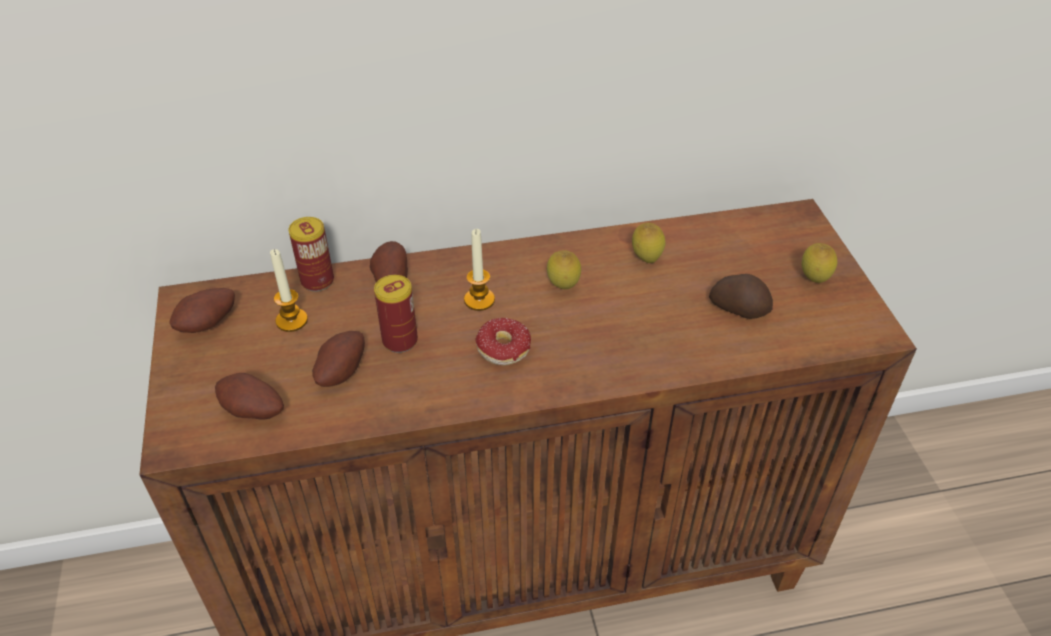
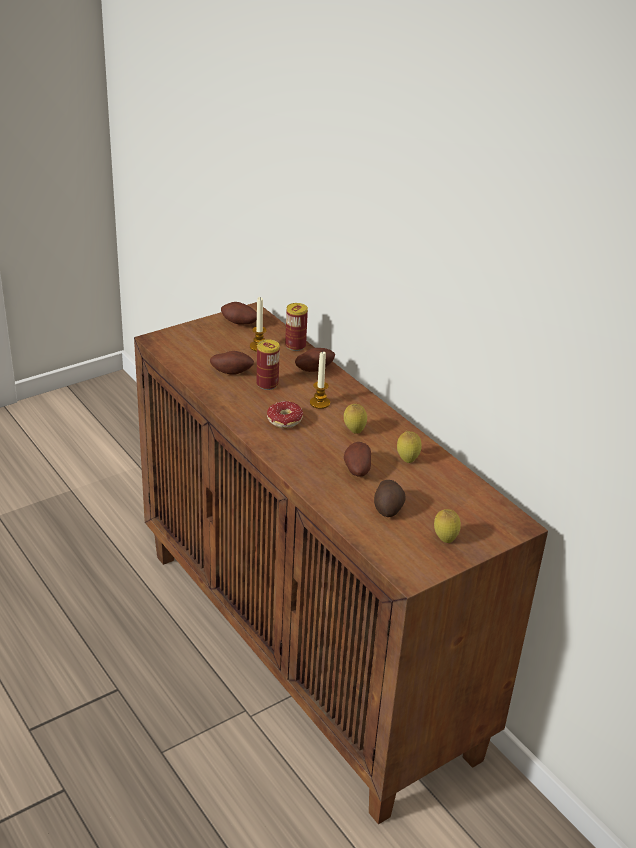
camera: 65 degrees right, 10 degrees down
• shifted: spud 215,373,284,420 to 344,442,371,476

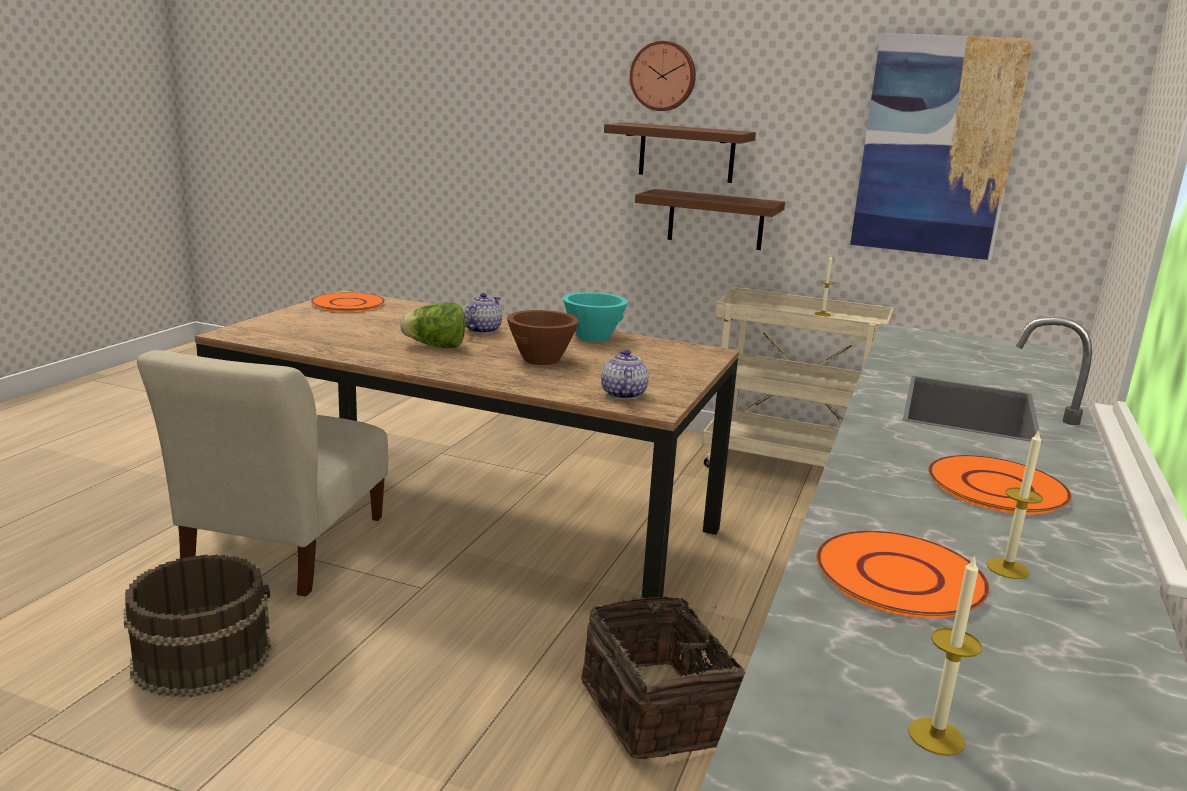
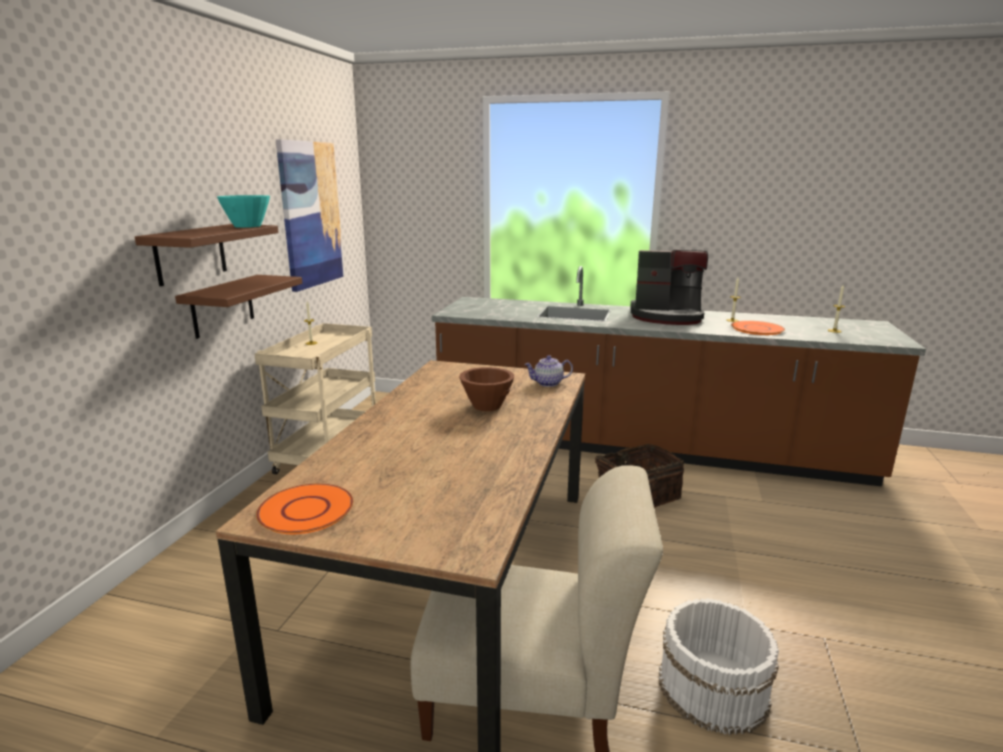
camera: 95 degrees left, 0 degrees up
• gone: hanging clock 630,41,696,111
• shifted: turquoise-coloured deep dish 563,292,628,342 to 217,195,270,228
• gone: tea pot 463,293,502,334
• gone: lettuce 400,302,465,348
• swapped: orange dinner plate 928,455,1072,515 to coffee maker 631,250,708,325
• repainted: brown-coloured pail 124,554,271,698 to white pail 659,598,779,735

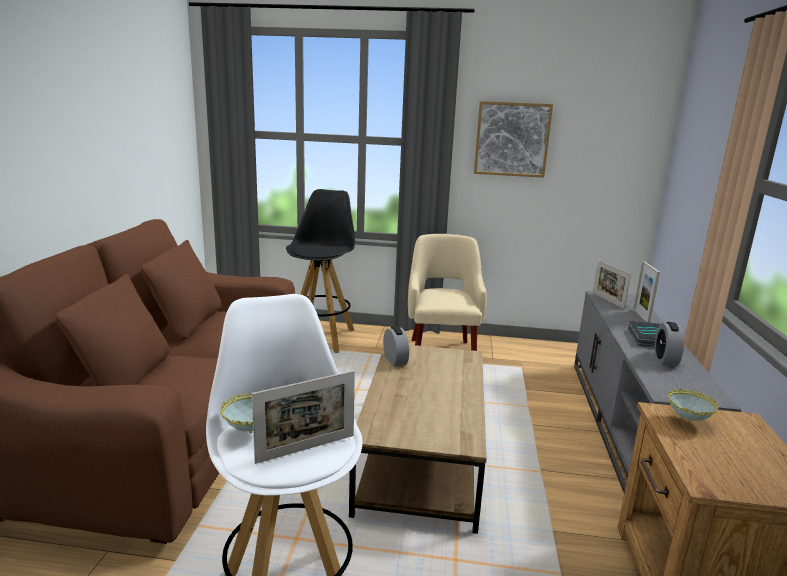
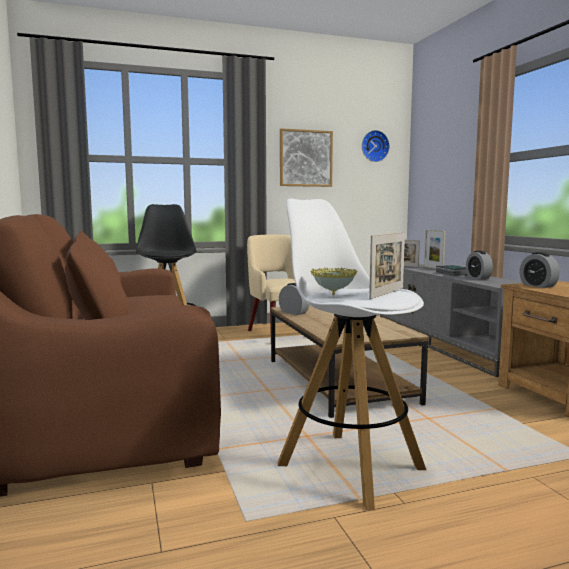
camera: 25 degrees left, 10 degrees down
• swapped: deep dish 667,388,719,422 to bedside clock 519,252,560,288
• new: hanging clock 362,130,390,162

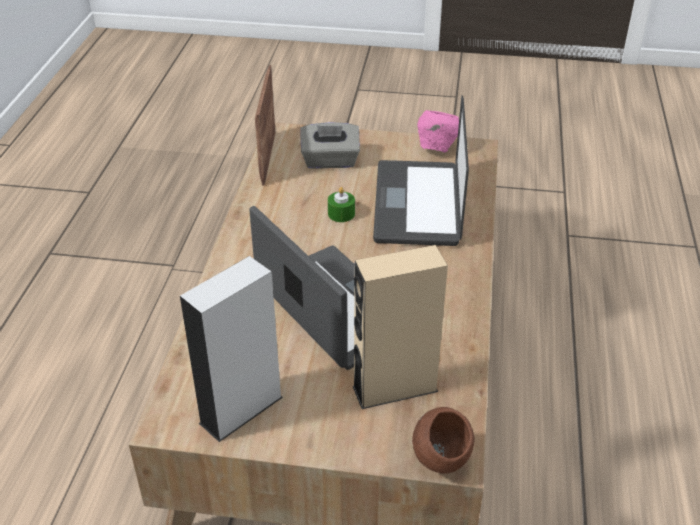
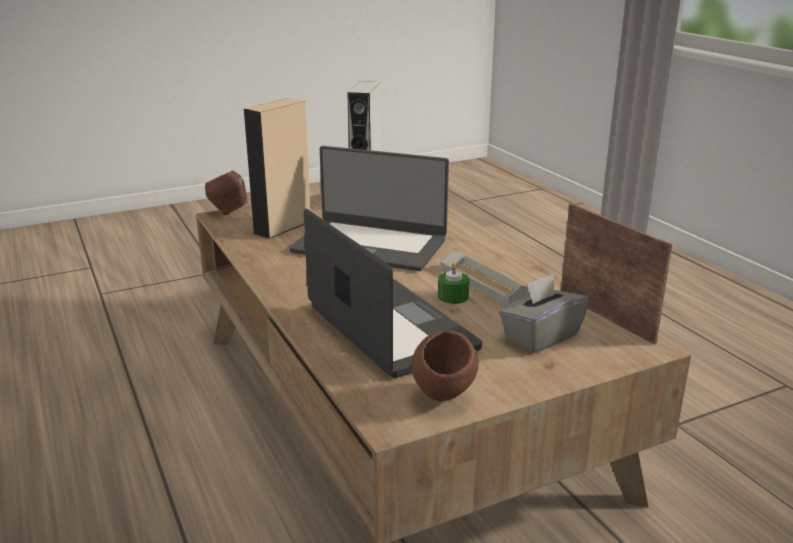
camera: 145 degrees right, 15 degrees down
• repainted: pink deep dish 418,110,459,153 to brown-coloured deep dish 411,331,479,401
• new: gray carrying tray 441,251,530,306

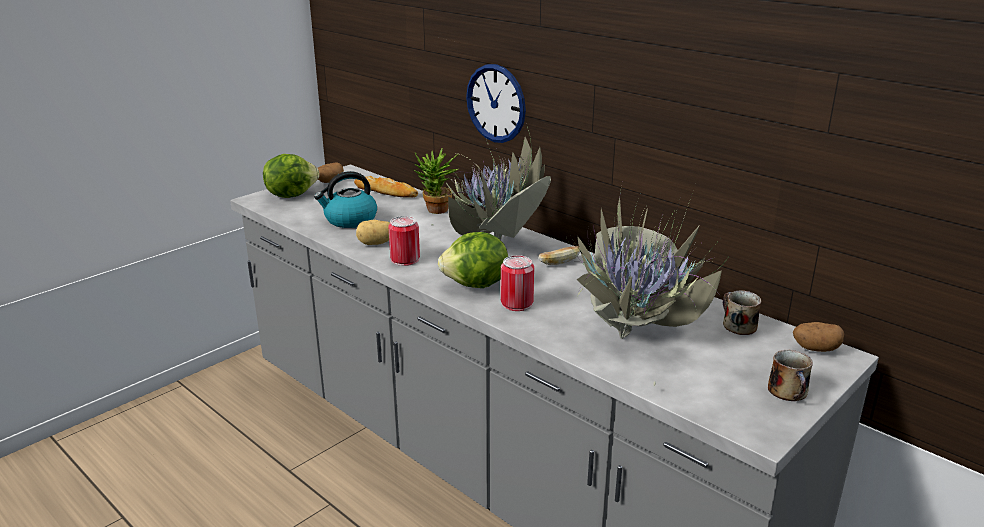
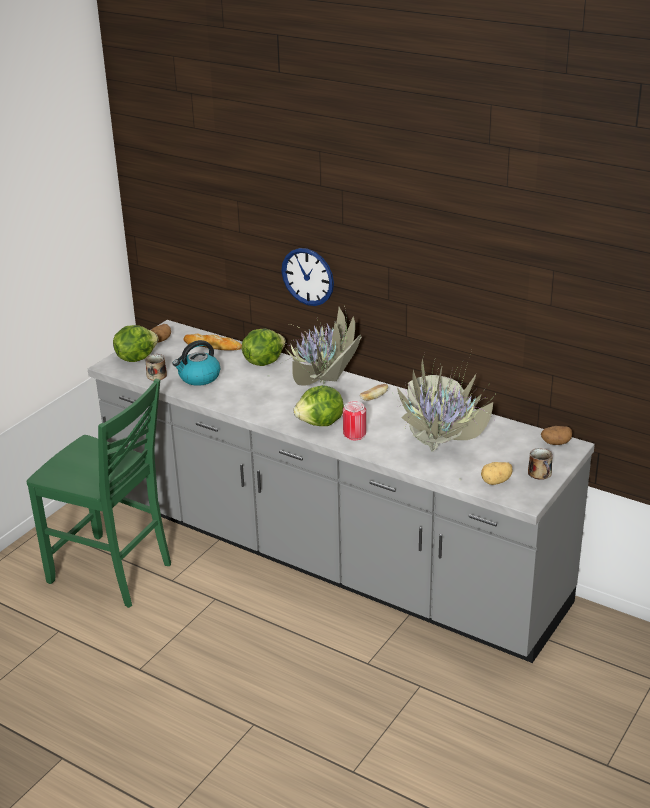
camera: 10 degrees left, 5 degrees up
• swapped: potted plant 414,148,458,214 to lettuce 242,329,286,366
• gone: can 388,216,420,266
• shifted: spud 356,220,390,245 to 481,462,513,485
• shifted: coffee mug 723,290,761,335 to 145,354,167,381
• new: greenish upright chair 26,379,171,608

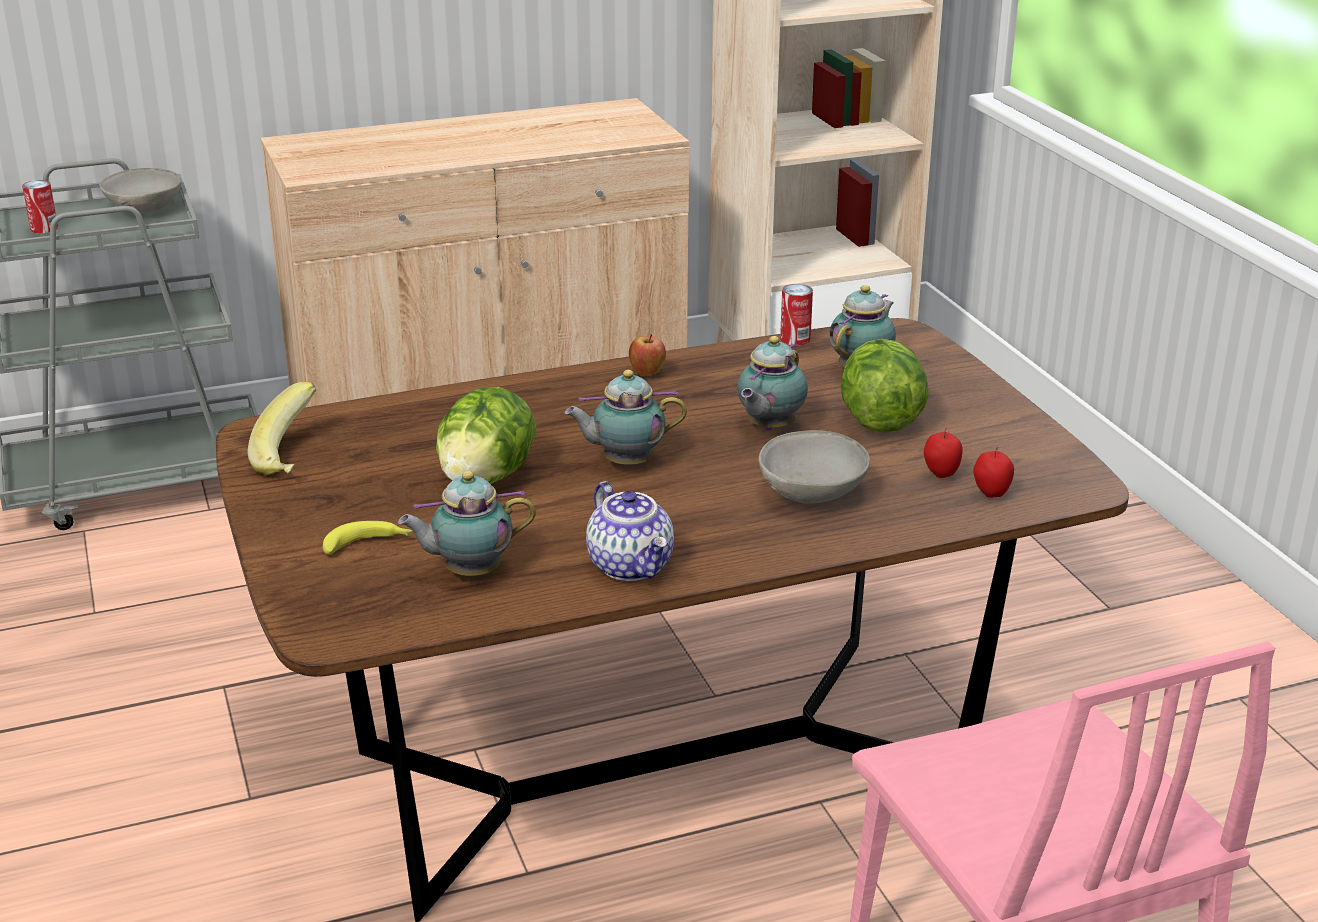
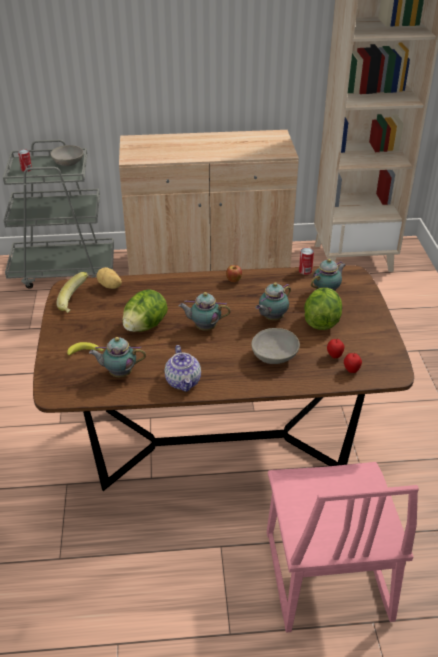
camera: 15 degrees right, 10 degrees up
• new: spud 97,267,122,289

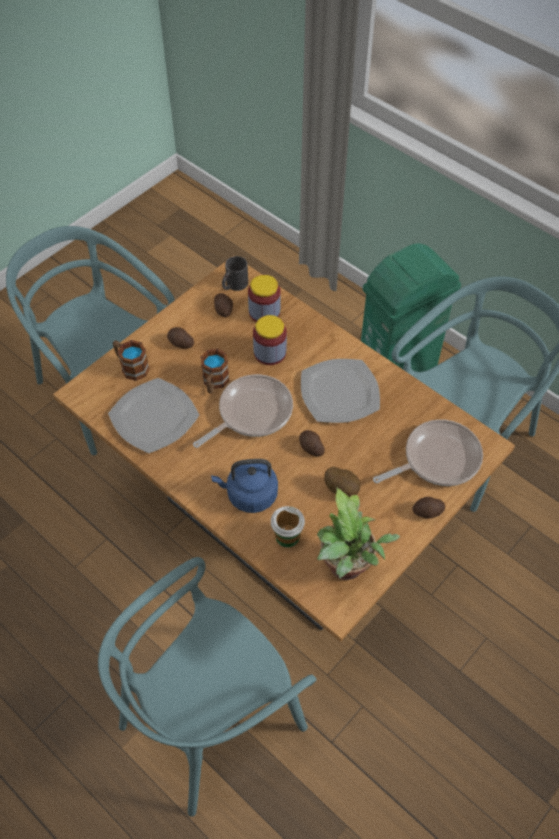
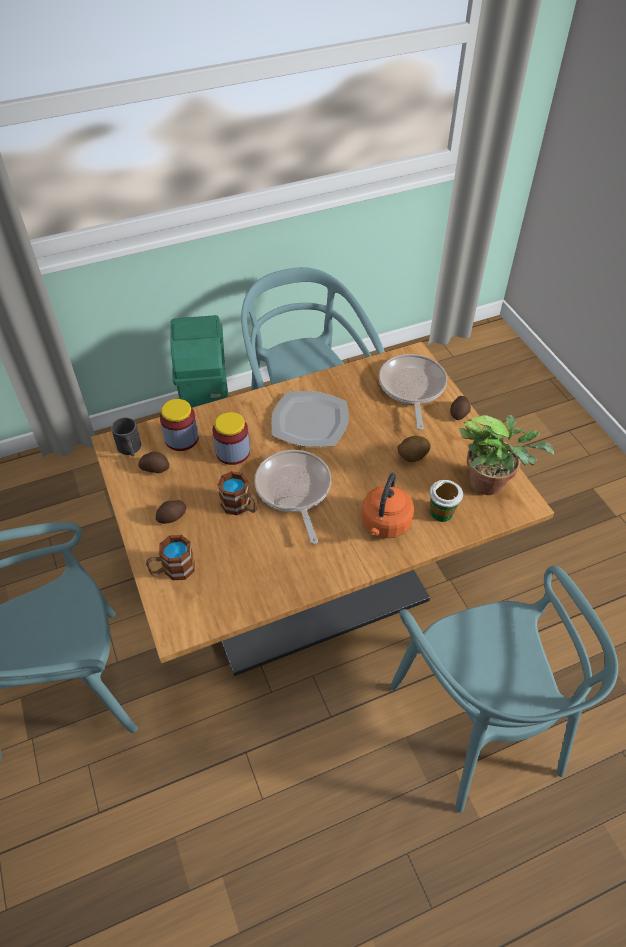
camera: 65 degrees left, 5 degrees down
• gone: dinner plate 108,378,199,453
• gone: spud 299,430,325,457
• repainted: blue-coloured water kettle 211,459,278,513 to orange water kettle 361,473,414,538

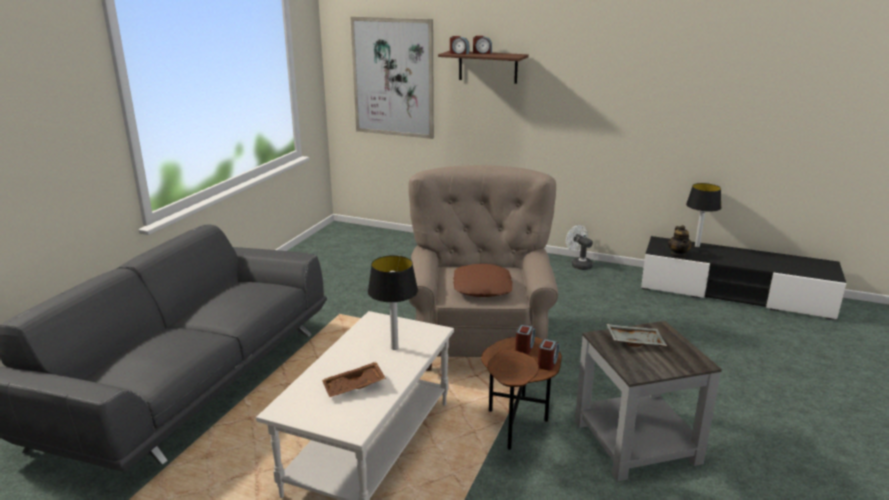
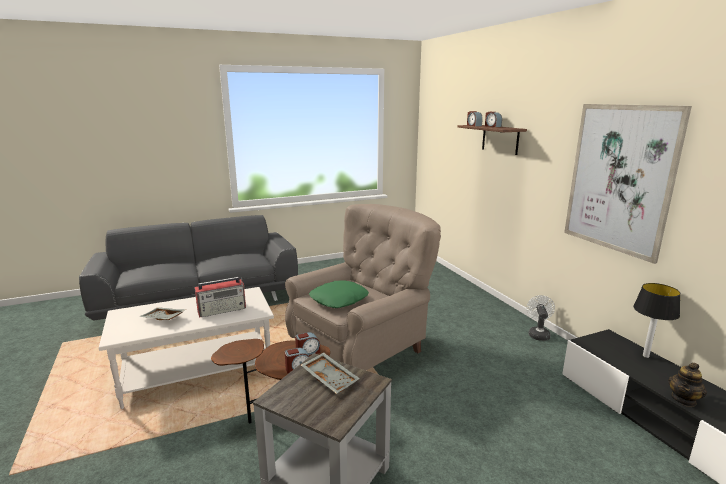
camera: 45 degrees right, 5 degrees down
• shifted: wall art 350,16,434,139 to 564,104,692,264
• shifted: tea pot 668,225,692,258 to 668,363,707,407
• swapped: lamp for a table 368,255,418,350 to radio set 194,277,246,318
• repainted: brown-coloured throw pillow 453,264,512,297 to greenish throw pillow 309,280,369,308
• repainted: brown-coloured carrying tray 322,362,386,397 to gray carrying tray 139,307,187,320

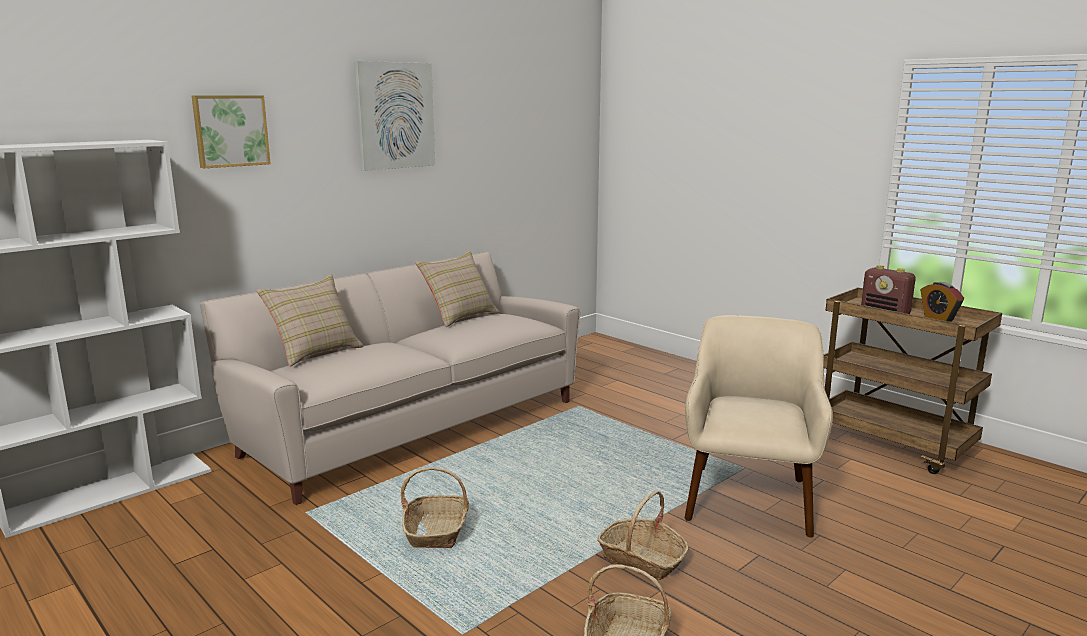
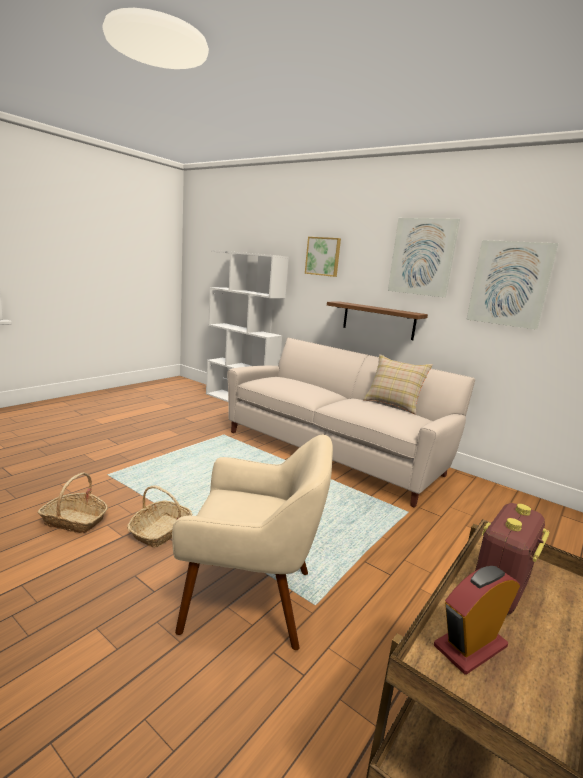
camera: 80 degrees right, 0 degrees up
• gone: beige throw pillow 256,274,364,367
• gone: storage basket 401,468,469,548
• new: wall art 467,240,558,330
• new: shelf 327,301,428,340

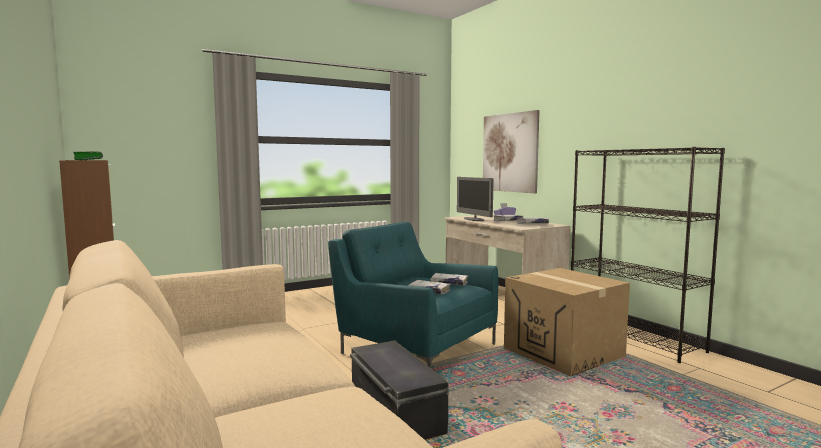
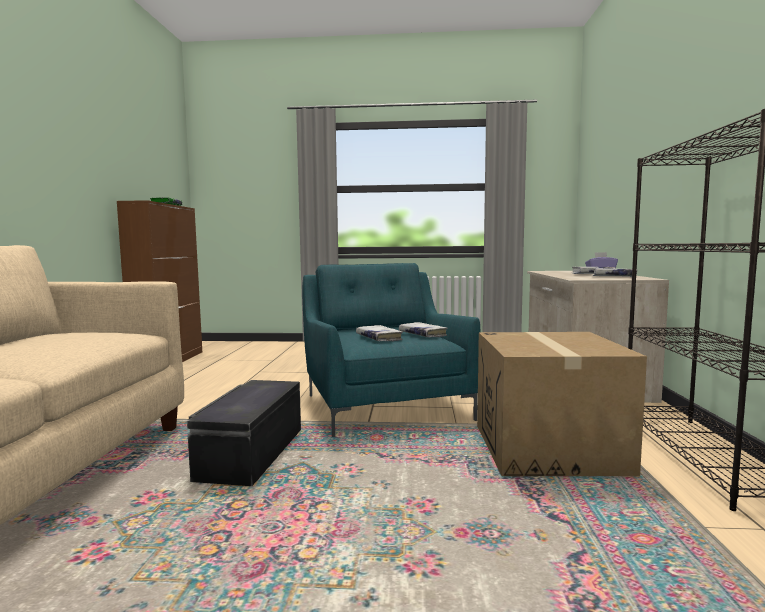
camera: 35 degrees right, 0 degrees up
• gone: wall art 483,110,540,193
• gone: monitor 457,177,494,221

